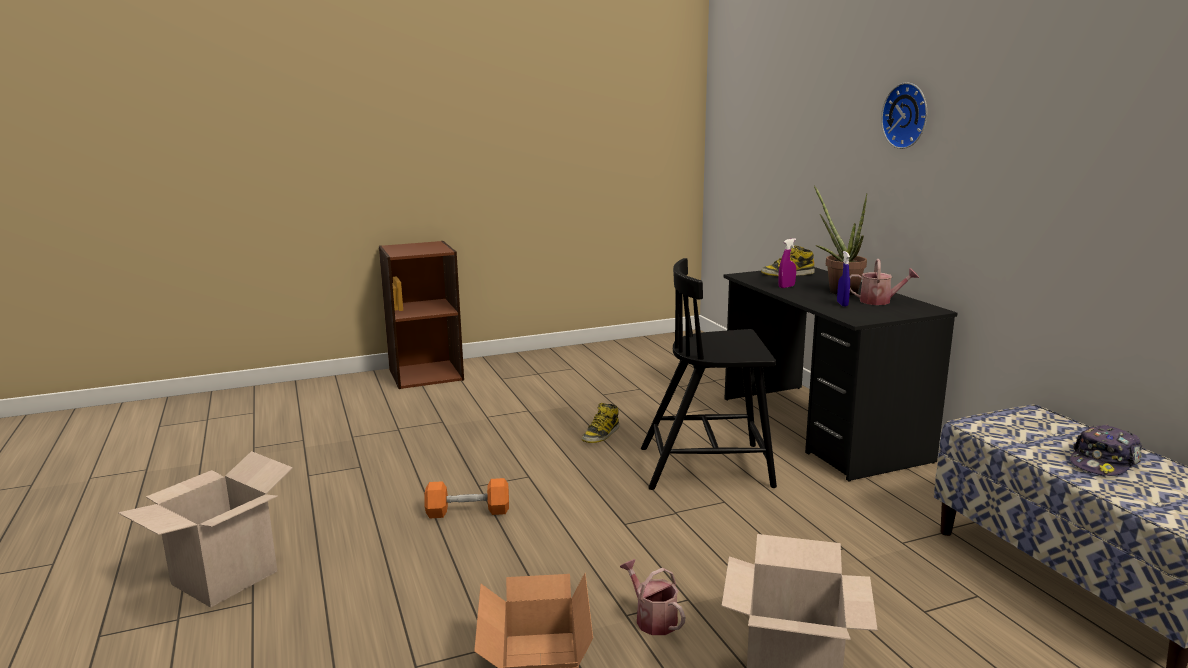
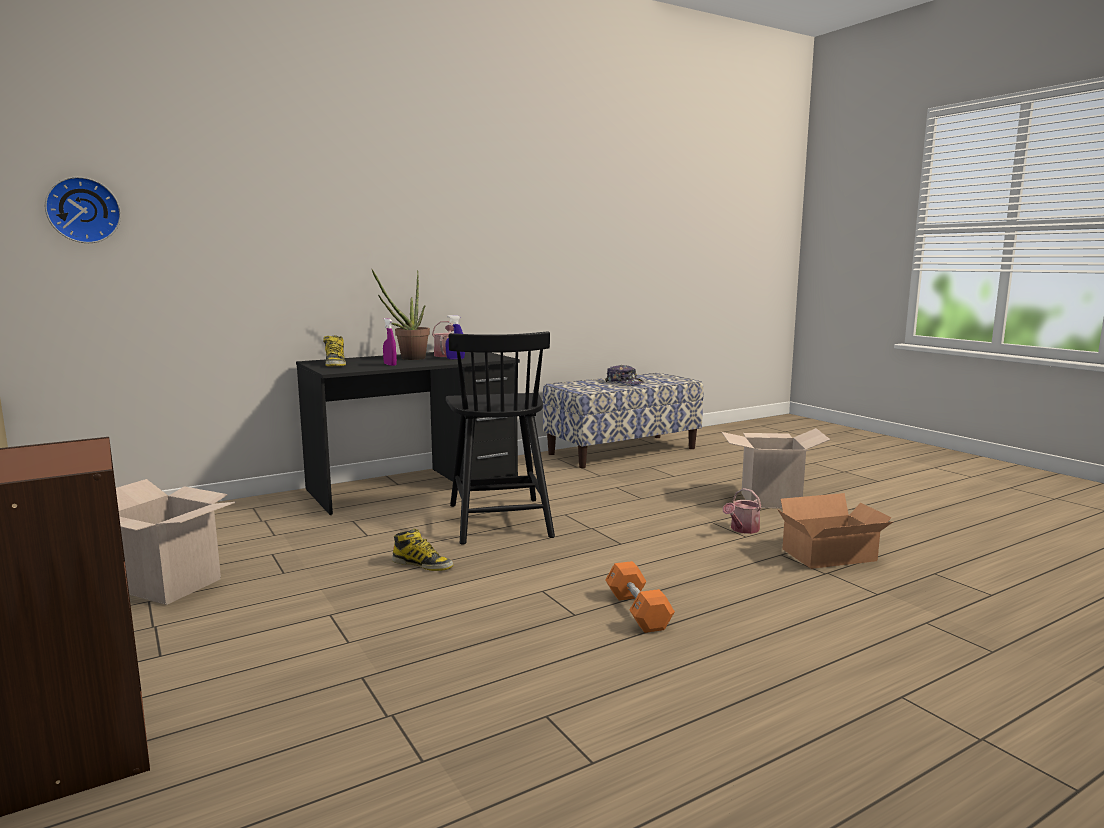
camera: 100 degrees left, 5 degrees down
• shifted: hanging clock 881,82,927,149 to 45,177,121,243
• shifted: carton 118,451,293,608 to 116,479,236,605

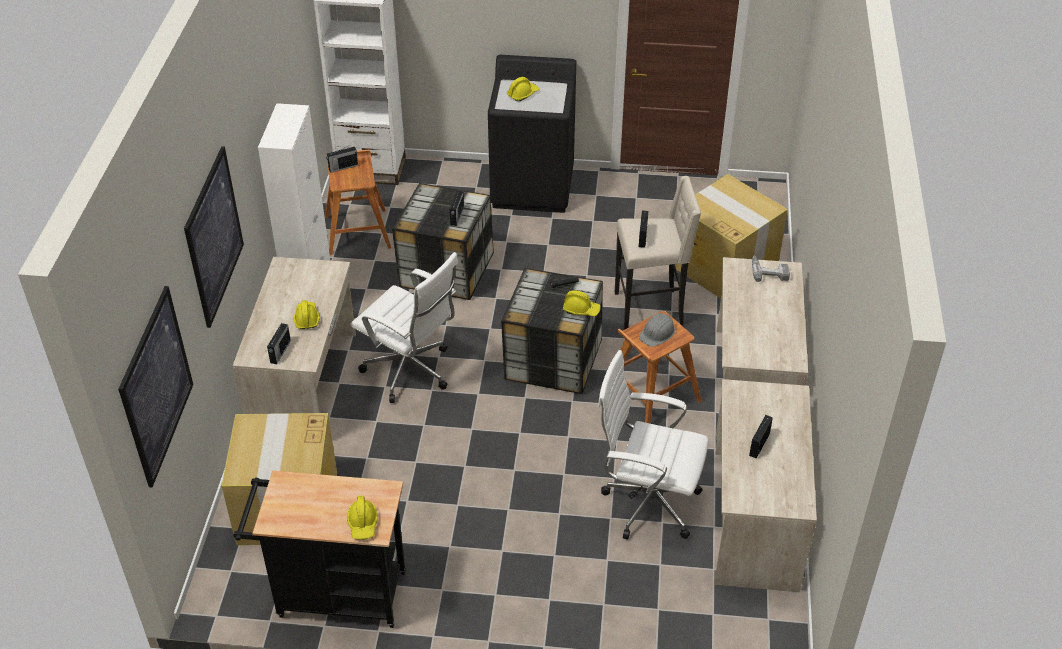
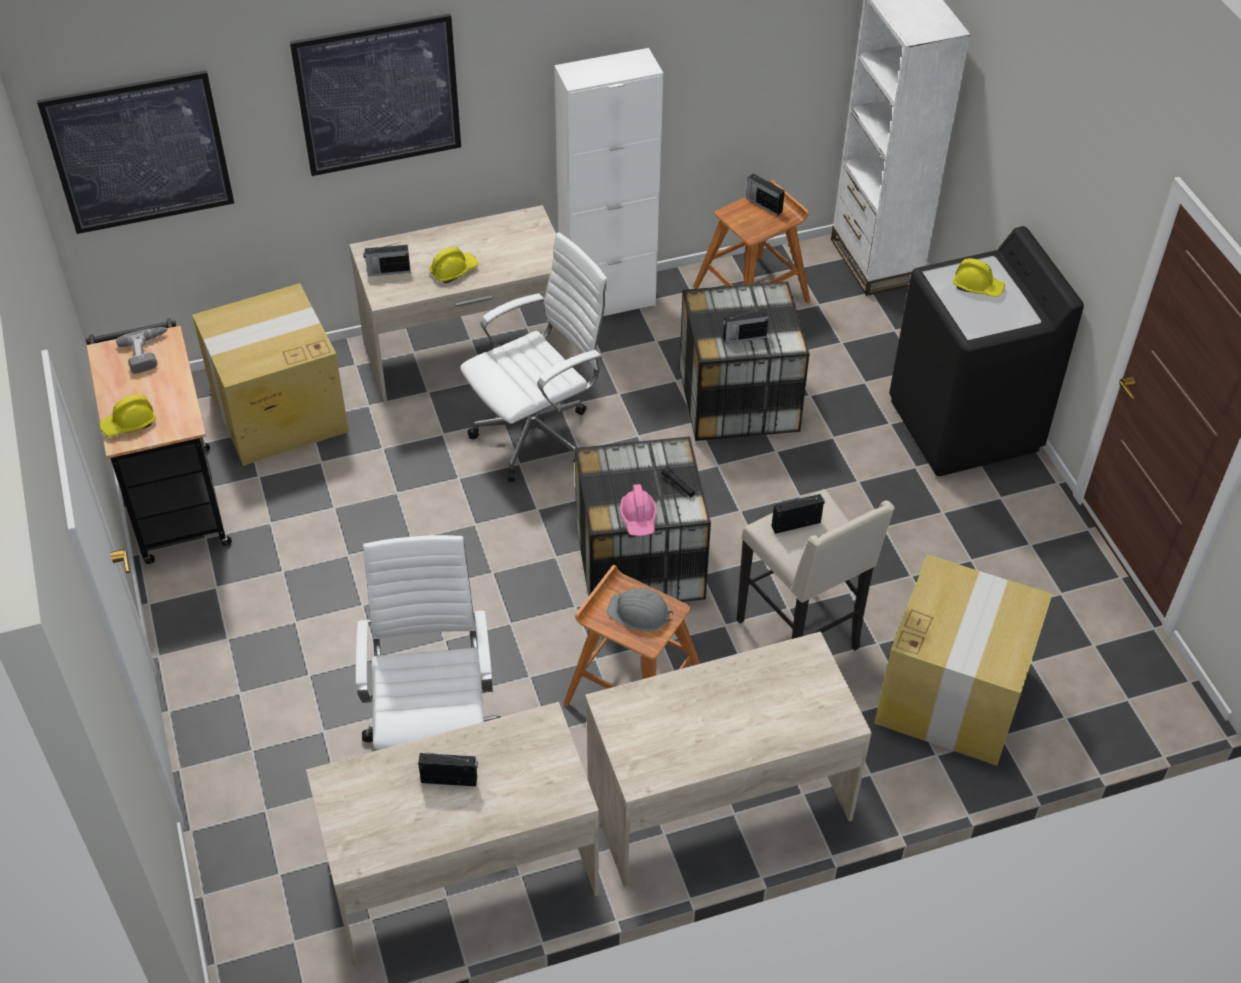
camera: 65 degrees right, 5 degrees up
• rotated: white office chair 350,252,458,403 = 460,232,609,482 135 degrees counterclockwise
• shifted: drill 752,256,790,282 to 116,327,168,374
• repainted: yellow-coloured work helmet 563,290,601,316 to pink work helmet 620,484,657,536

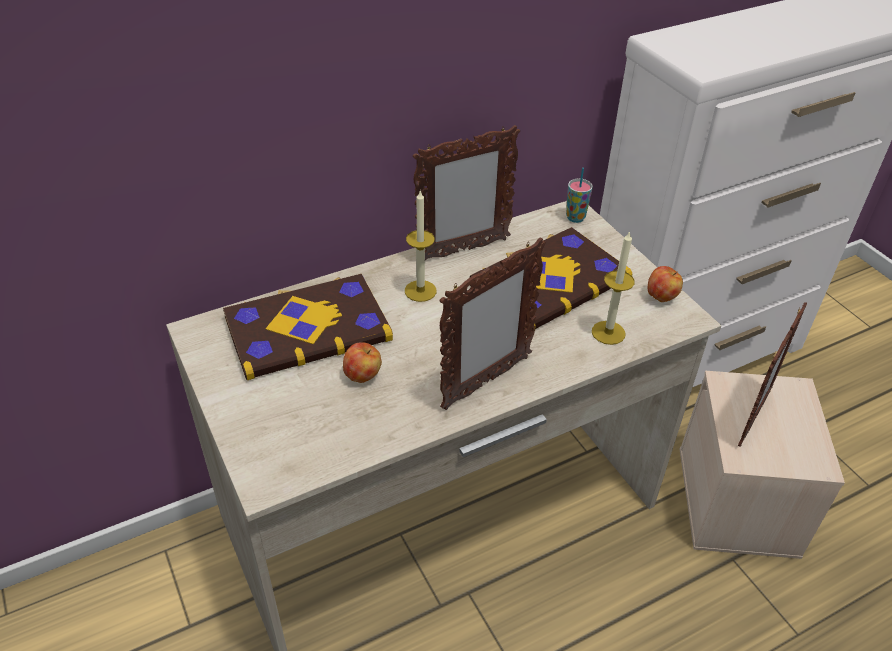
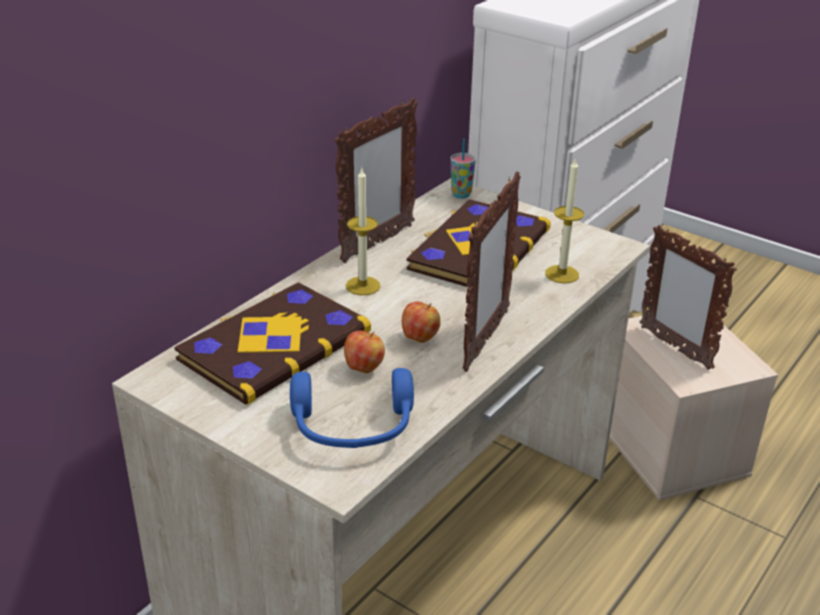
camera: 25 degrees left, 10 degrees down
• shifted: whole apple 648,266,683,302 to 402,301,441,343
• rotated: picture frame 738,302,807,447 = 640,225,737,370 135 degrees clockwise
• new: blue-coloured headphones 290,368,414,448

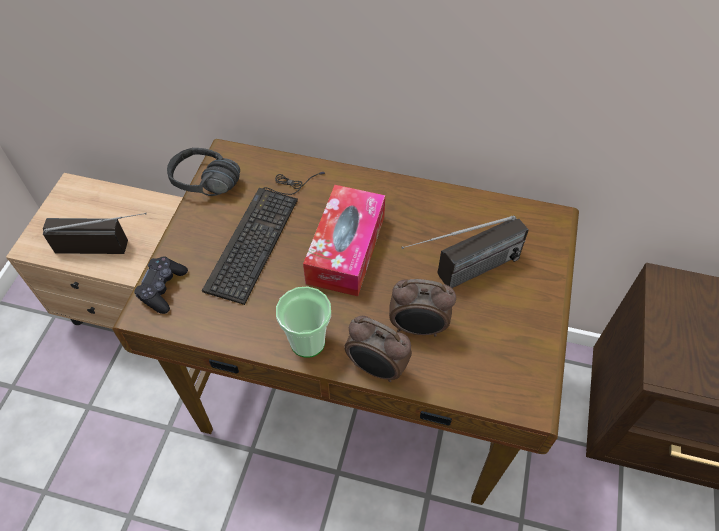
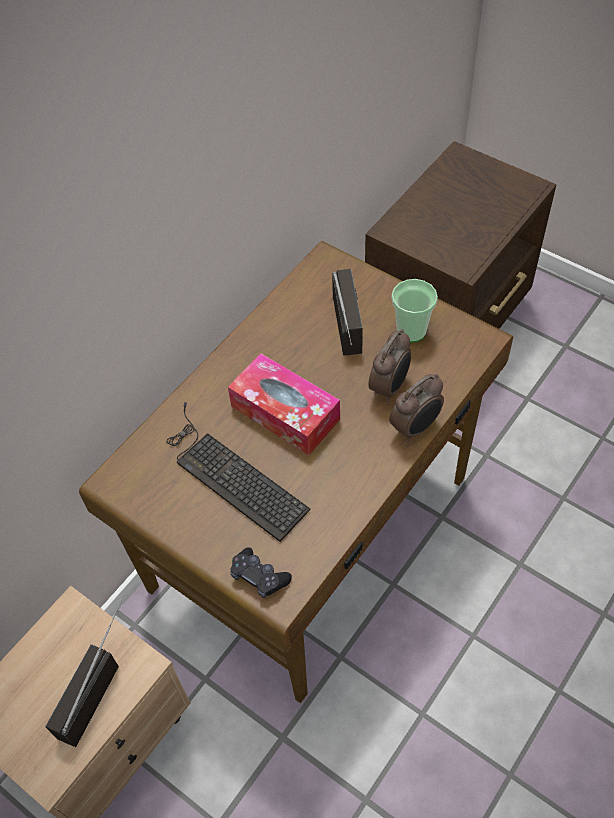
camera: 65 degrees left, 0 degrees up
• gone: blackish headphones 167,148,240,196
• shifted: drinking cup 276,287,331,358 to 392,279,438,343

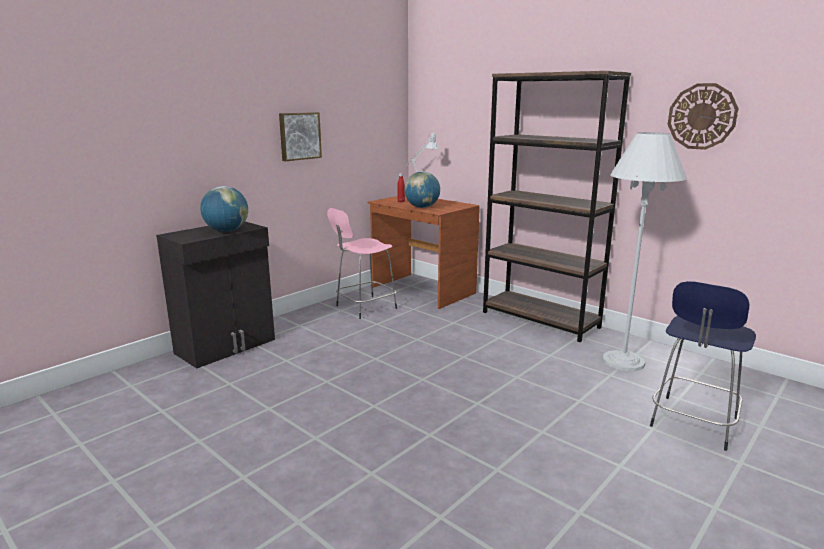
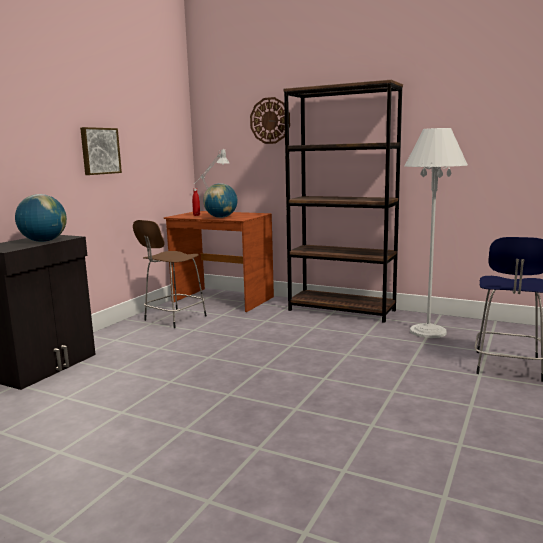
camera: 15 degrees left, 5 degrees down
• shifted: hanging clock 668,83,739,150 to 250,97,290,144
• repainted: pink stool seat 327,208,397,319 to brown-coloured stool seat 133,220,207,328

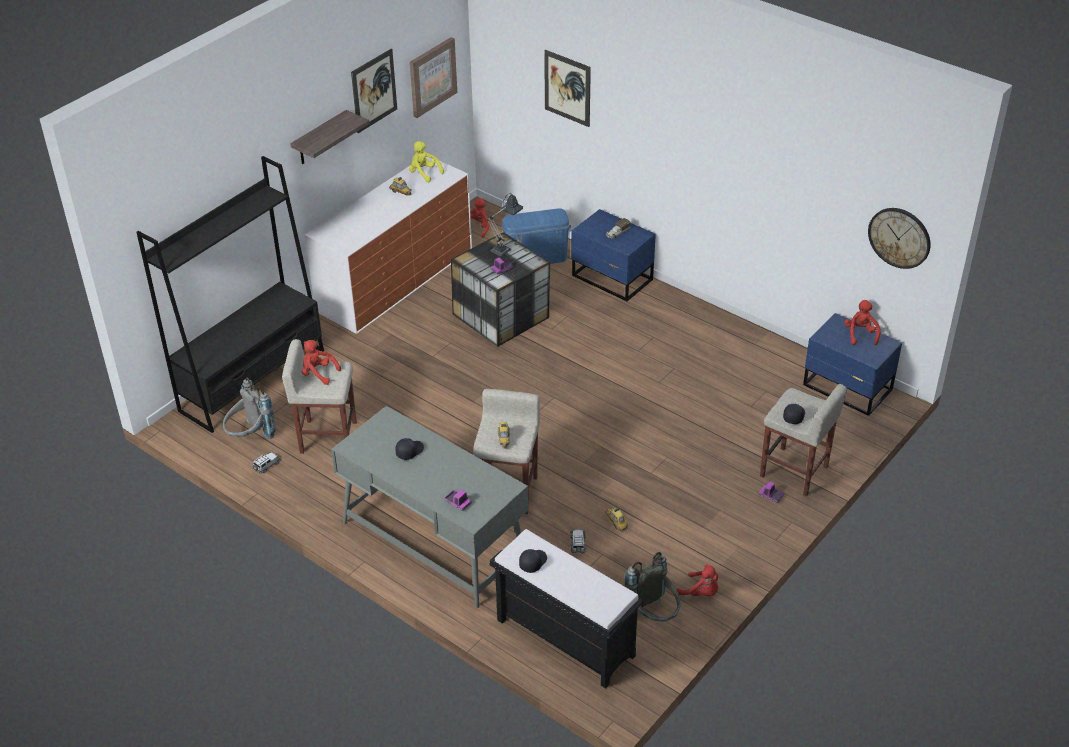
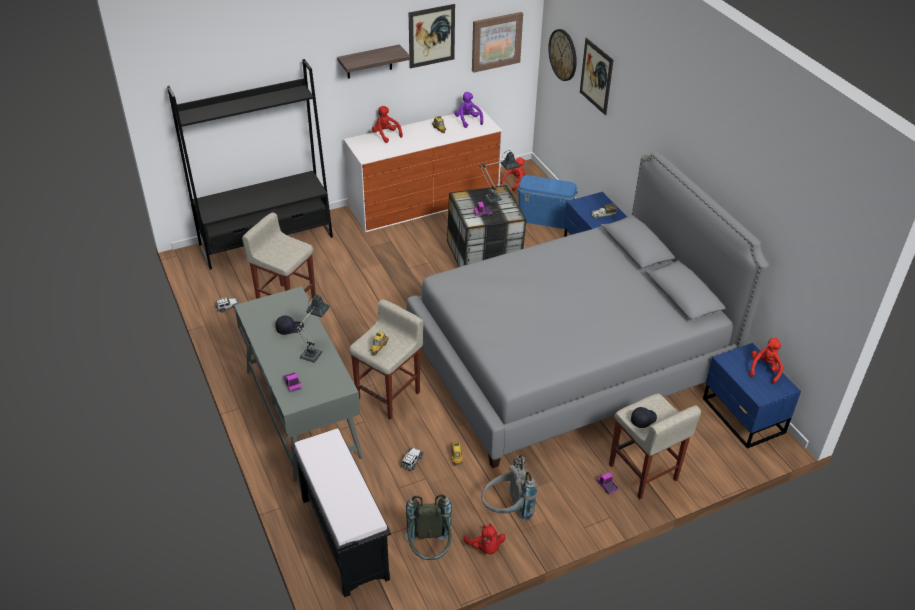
camera: 25 degrees right, 0 degrees up
• repainted: yellow-coloured cuddly toy 409,141,444,182 to purple-coloured cuddly toy 454,92,483,128
• shifted: hanging clock 868,208,931,269 to 548,29,577,81
• shifted: red cuddly toy 302,340,341,385 to 372,106,403,143
• shifted: gray rucksack 223,377,276,439 to 482,455,537,521
• gone: blackish cap 519,549,547,573
• new: gray bedroom bed 407,150,769,468
• new: lamp for a table 296,294,330,363

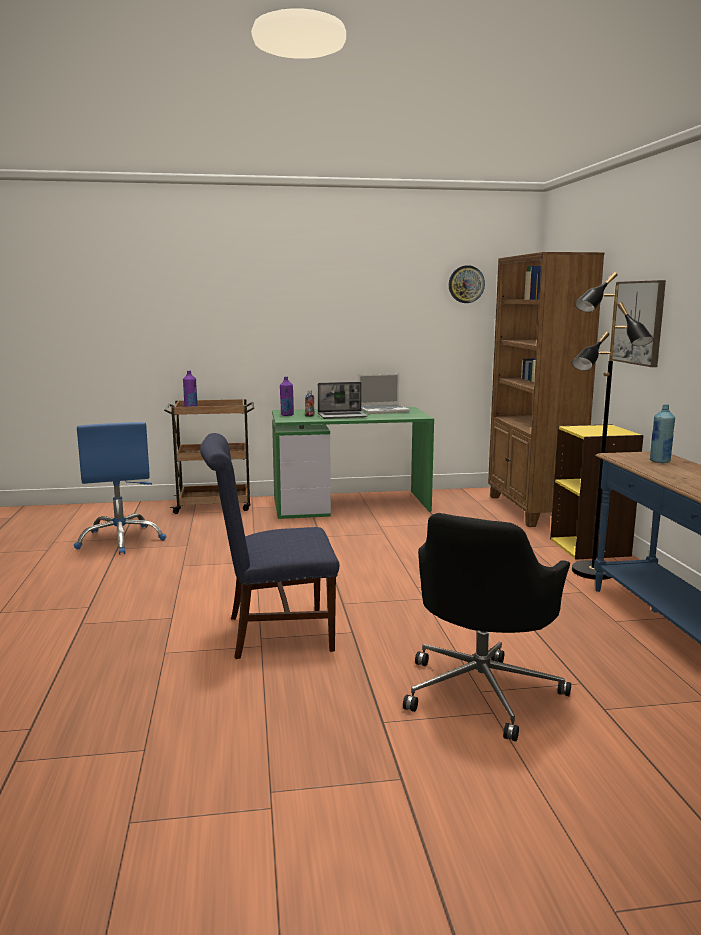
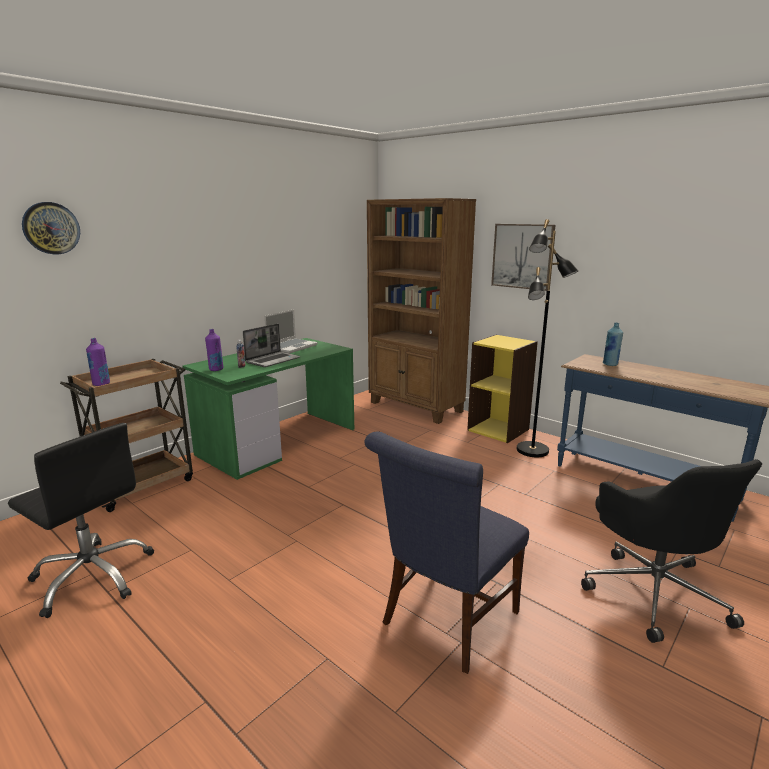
camera: 40 degrees left, 5 degrees up
• shifted: hanging clock 449,265,485,303 to 22,202,80,255
• repainted: blue-coloured office chair 74,422,166,555 to blackish office chair 8,423,154,618

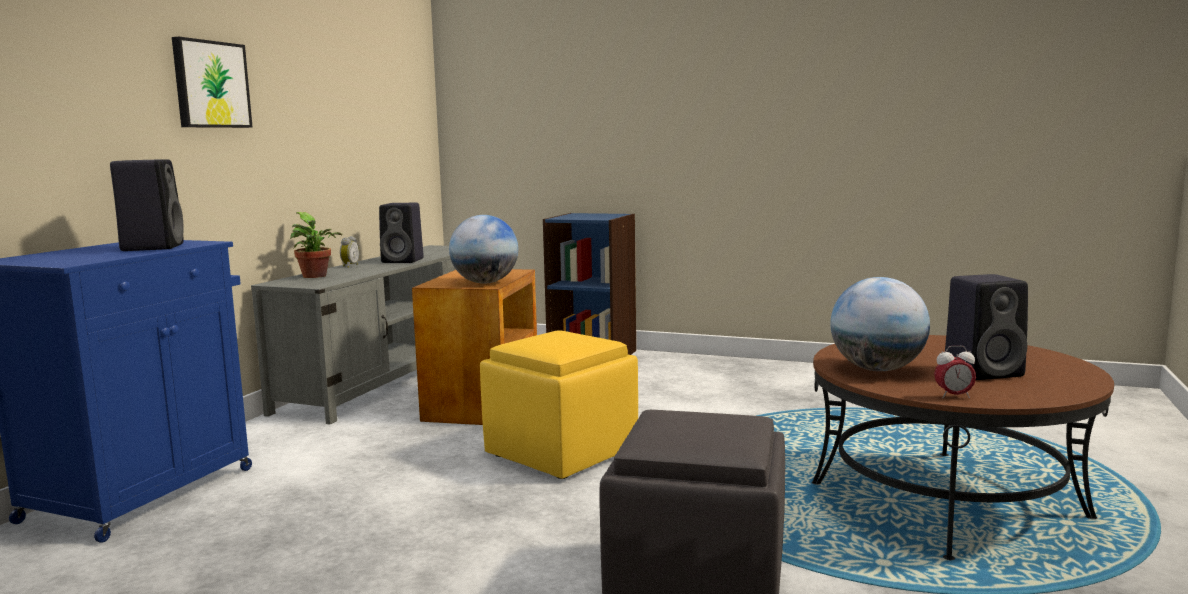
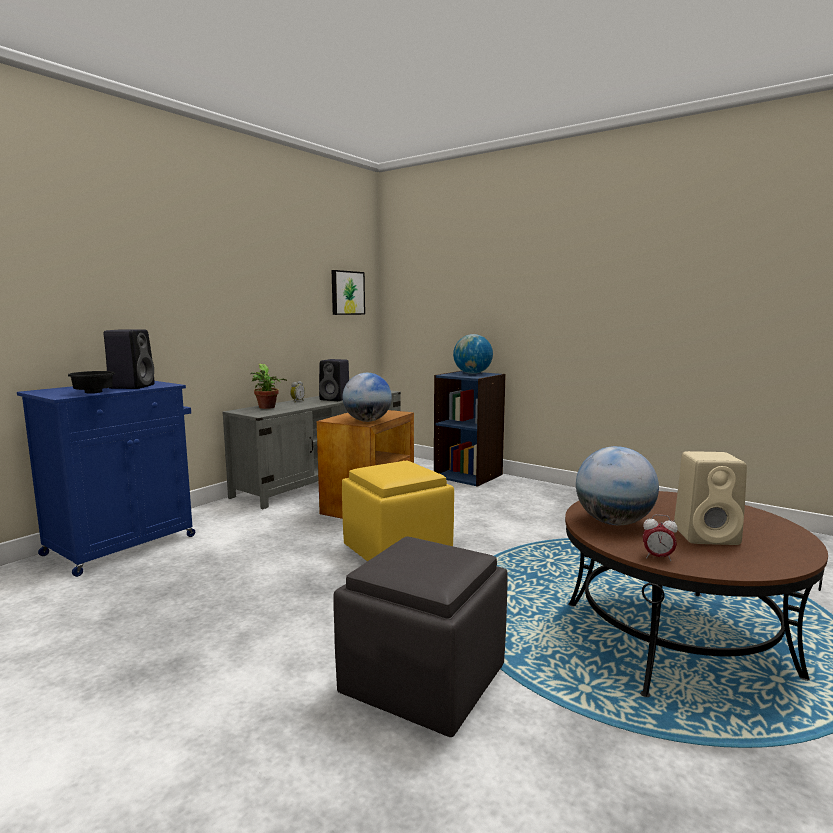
camera: 15 degrees right, 0 degrees up
• shifted: wall art 172,37,253,128 to 332,270,365,315
• repainted: blackish audio speaker 945,274,1028,380 to beige audio speaker 674,451,747,545
• new: world globe 453,334,493,374
• new: blackish deep dish 68,371,115,394

